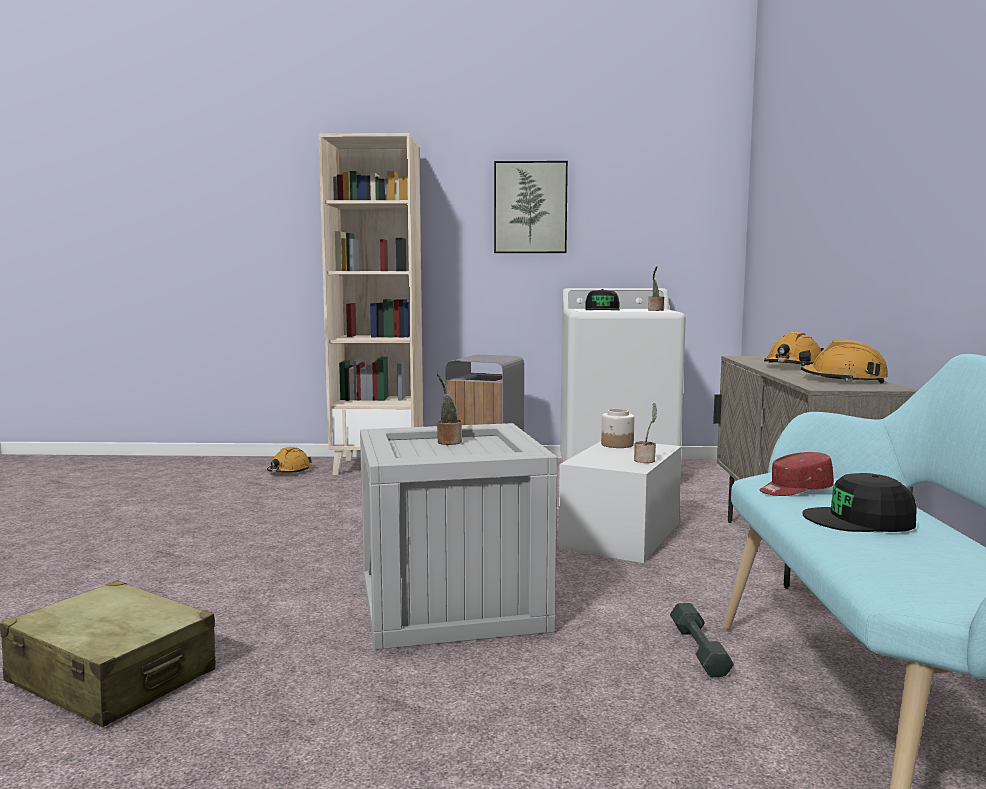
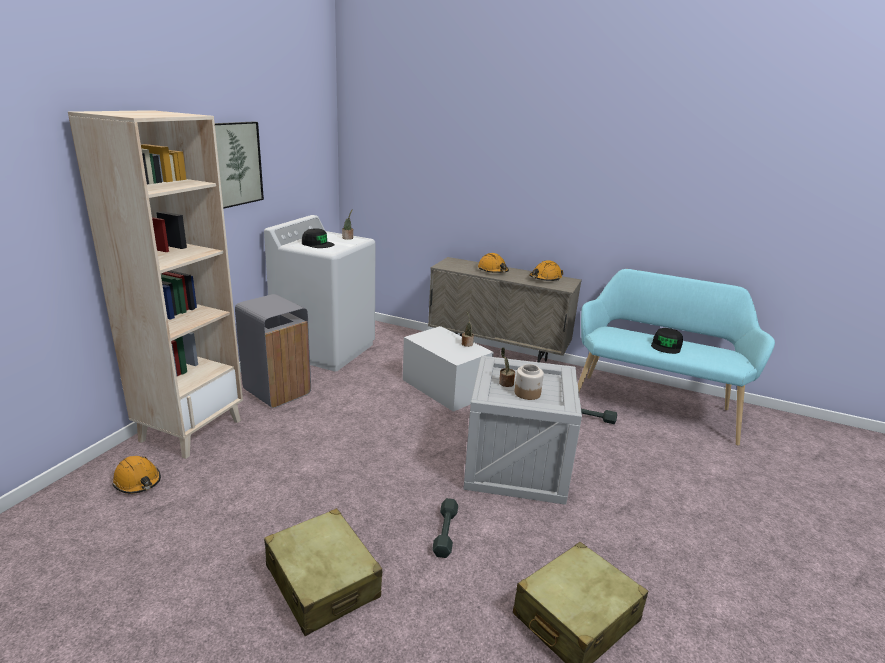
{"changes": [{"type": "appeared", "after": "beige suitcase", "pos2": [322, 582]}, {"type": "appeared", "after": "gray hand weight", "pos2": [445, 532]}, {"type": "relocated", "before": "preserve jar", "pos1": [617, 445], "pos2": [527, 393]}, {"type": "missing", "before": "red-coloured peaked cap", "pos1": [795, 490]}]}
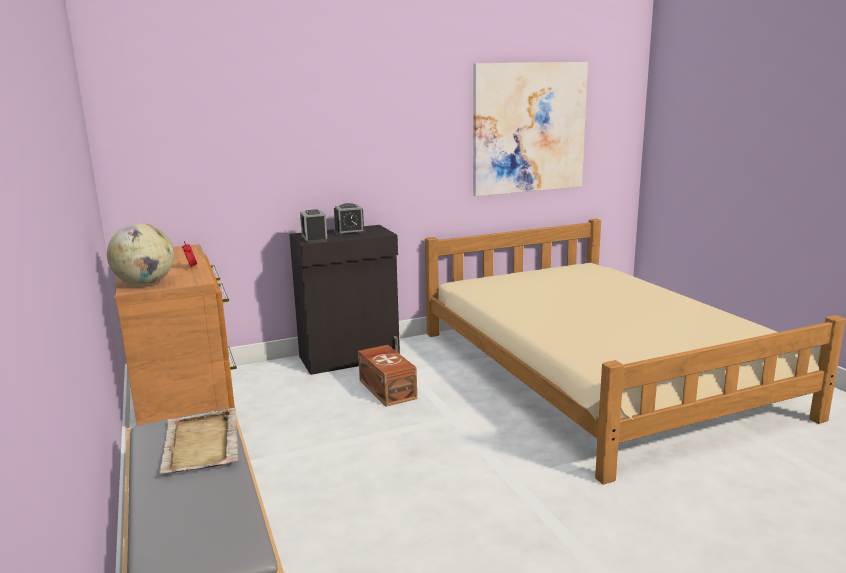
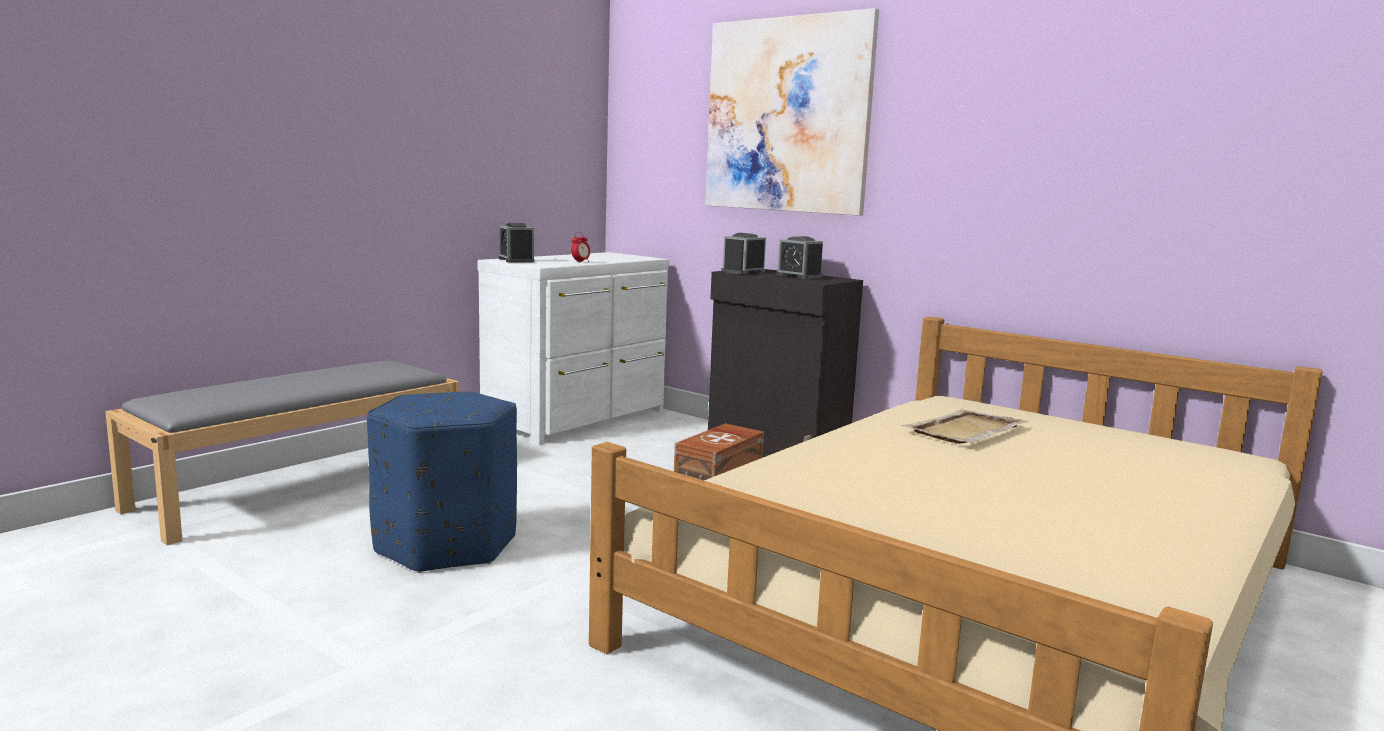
{"changes": [{"type": "appeared", "after": "blue footrest", "pos2": [447, 544]}, {"type": "colour", "before": "brown chest of drawers", "after": "white chest of drawers", "pos1": [187, 406], "pos2": [580, 418]}, {"type": "exchanged", "before": "desk globe", "after": "table clock", "pos1": [145, 284], "pos2": [516, 260]}, {"type": "relocated", "before": "wall art", "pos1": [529, 128], "pos2": [787, 115]}, {"type": "relocated", "before": "beige tray", "pos1": [201, 444], "pos2": [964, 431]}]}
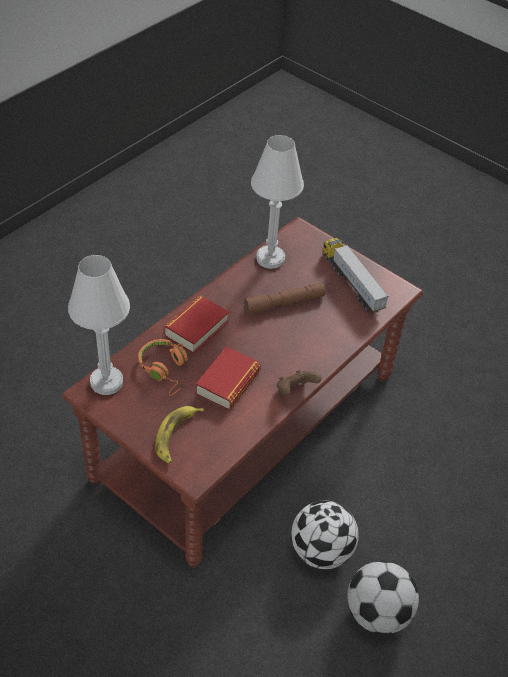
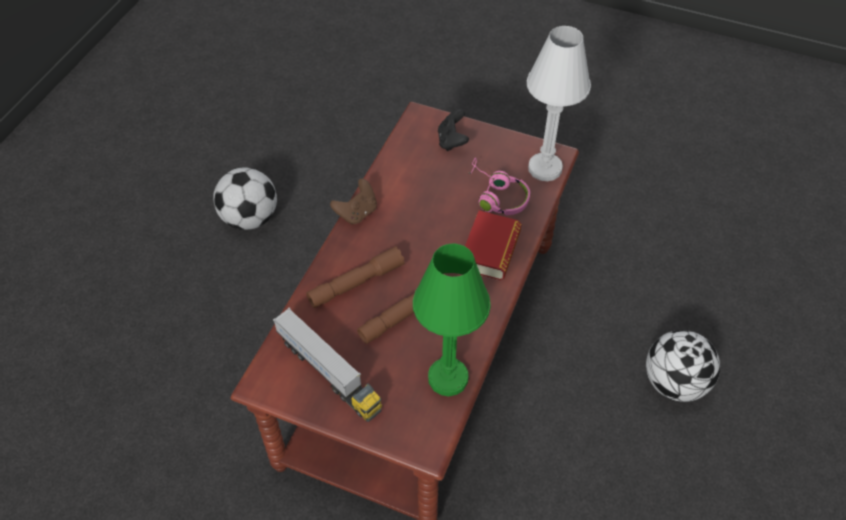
{"changes": [{"type": "appeared", "after": "brown hand torch", "pos2": [356, 283]}, {"type": "colour", "before": "white table lamp", "after": "greenish table lamp", "pos1": [270, 258], "pos2": [448, 378]}, {"type": "exchanged", "before": "whole banana", "after": "black-coloured gamepad", "pos1": [176, 436], "pos2": [452, 141]}, {"type": "colour", "before": "orange headset", "after": "pink headset", "pos1": [165, 370], "pos2": [496, 196]}, {"type": "relocated", "before": "football ball", "pos1": [321, 551], "pos2": [674, 383]}, {"type": "missing", "before": "volume", "pos1": [228, 383]}]}
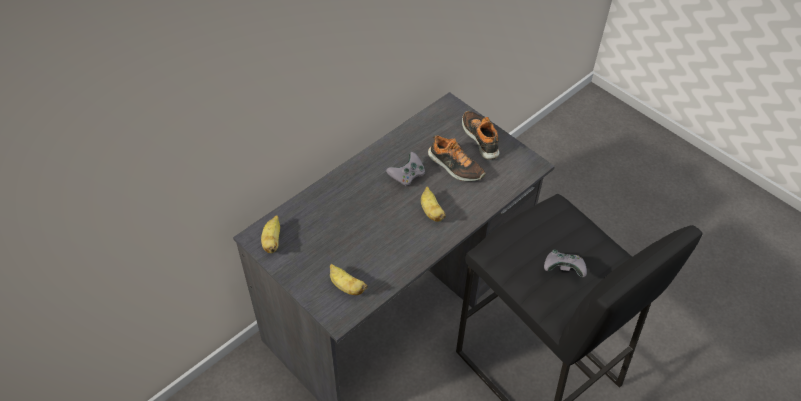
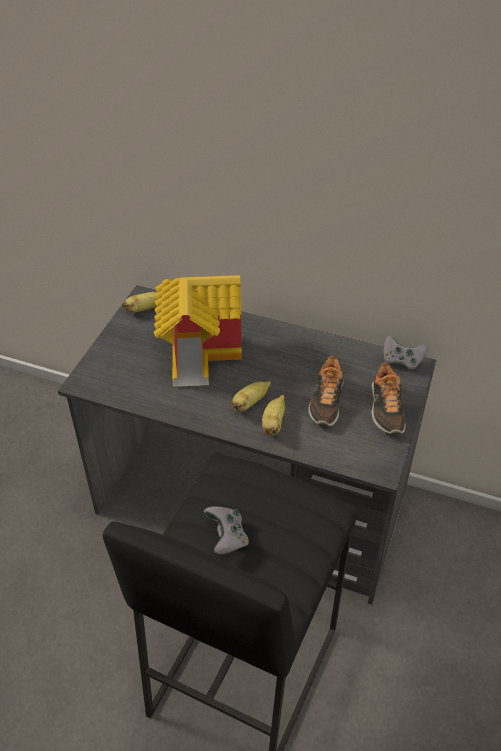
{"changes": [{"type": "appeared", "after": "model house", "pos2": [201, 353]}, {"type": "relocated", "before": "whole banana", "pos1": [346, 286], "pos2": [273, 423]}, {"type": "spun", "before": "low shoe", "pos1": [481, 138], "pos2": [386, 409], "turn": 135}, {"type": "relocated", "before": "gray gamepad", "pos1": [407, 176], "pos2": [401, 361]}]}
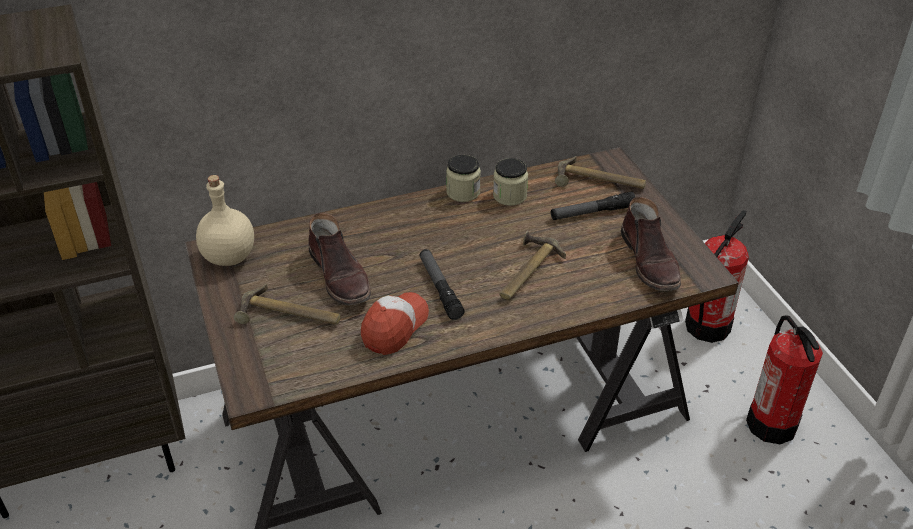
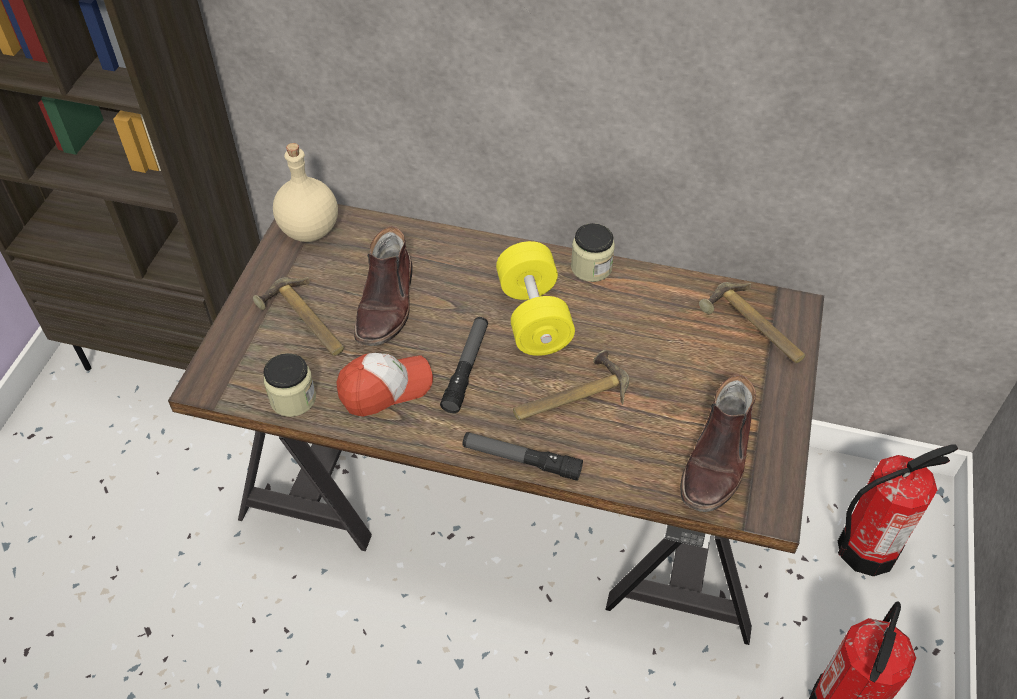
{"changes": [{"type": "relocated", "before": "preserve jar", "pos1": [510, 196], "pos2": [293, 399]}, {"type": "relocated", "before": "hand torch", "pos1": [592, 212], "pos2": [521, 460]}, {"type": "appeared", "after": "yellowish hand weight", "pos2": [534, 317]}]}
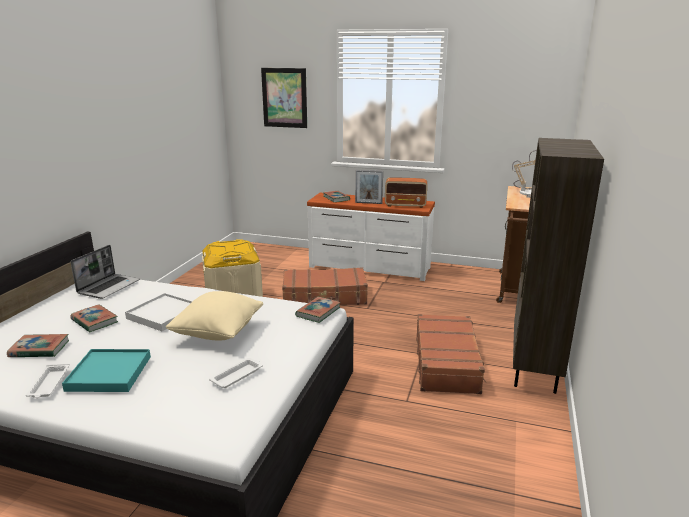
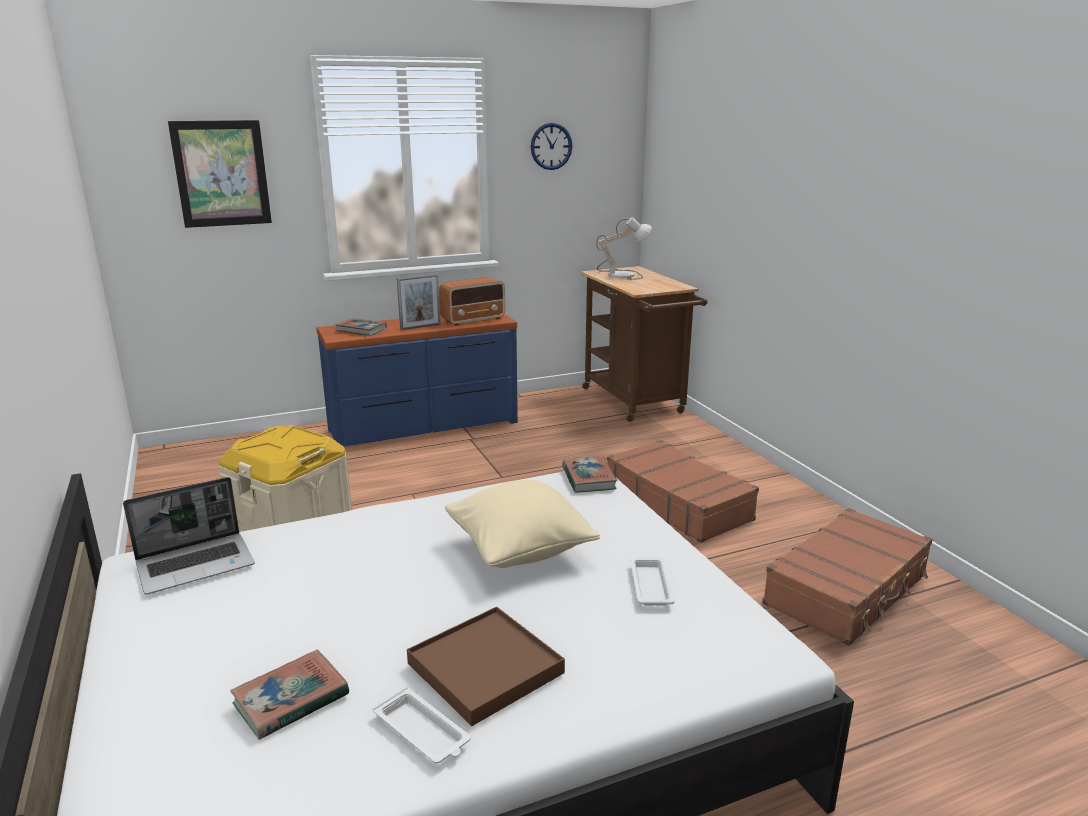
{"changes": [{"type": "spun", "before": "laptop", "pos1": [109, 287], "pos2": [197, 564], "turn": 75}, {"type": "colour", "before": "white chest of drawers", "after": "blue chest of drawers", "pos1": [369, 267], "pos2": [424, 427]}, {"type": "colour", "before": "blue-green tray", "after": "brown tray", "pos1": [109, 373], "pos2": [485, 668]}, {"type": "appeared", "after": "clock on the wall", "pos2": [551, 146]}, {"type": "relocated", "before": "brown suitcase", "pos1": [325, 297], "pos2": [847, 590]}, {"type": "missing", "before": "volume", "pos1": [94, 321]}, {"type": "missing", "before": "white tray", "pos1": [163, 314]}, {"type": "missing", "before": "brown shelving unit", "pos1": [535, 368]}]}
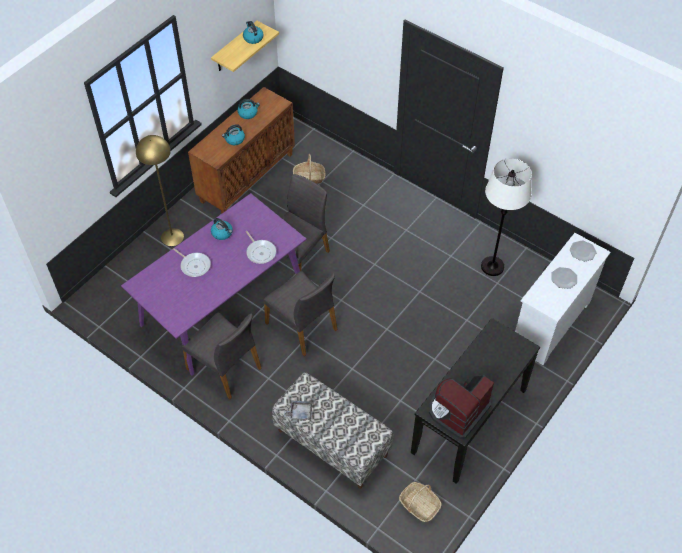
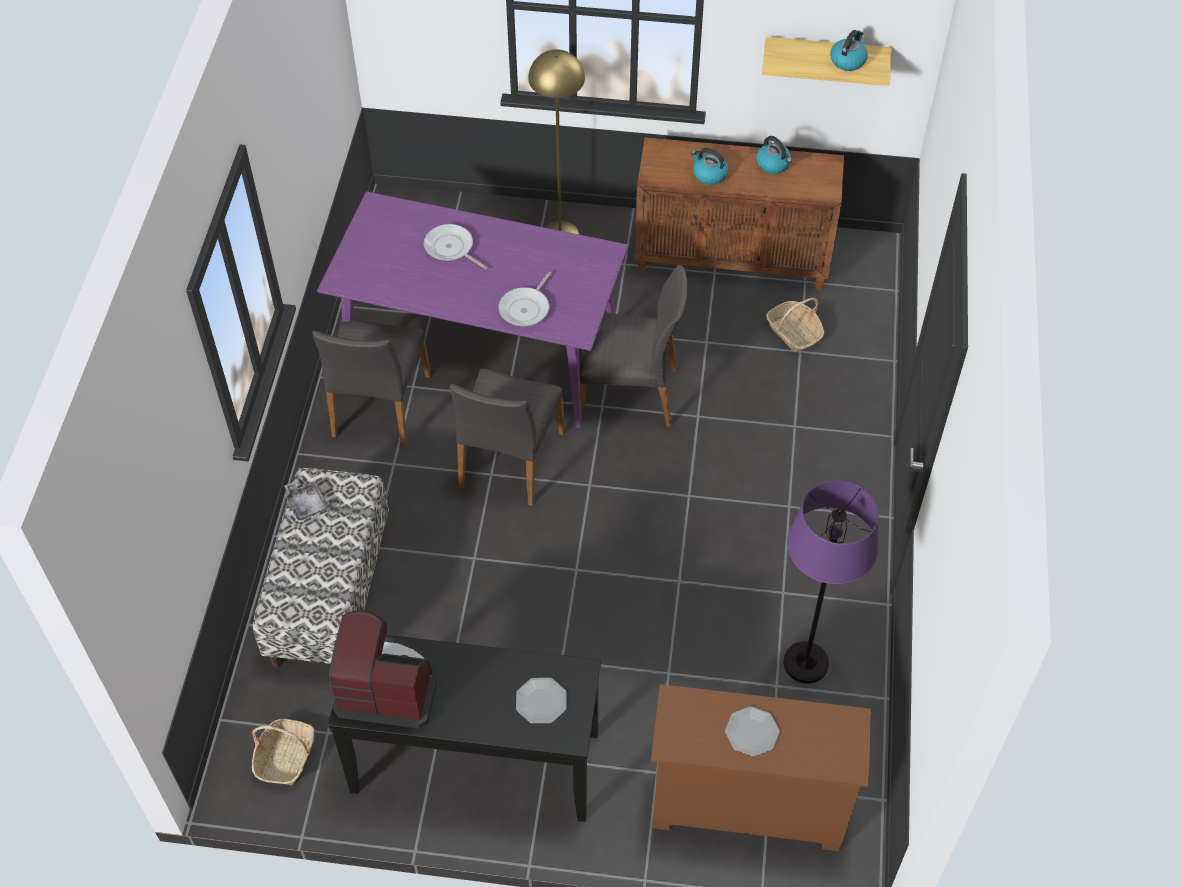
{"changes": [{"type": "spun", "before": "skillet", "pos1": [194, 265], "pos2": [451, 248], "turn": 120}, {"type": "relocated", "before": "flat dish", "pos1": [582, 251], "pos2": [541, 701]}, {"type": "colour", "before": "white chest of drawers", "after": "brown chest of drawers", "pos1": [550, 324], "pos2": [747, 805]}, {"type": "colour", "before": "white standing lamp", "after": "purplish standing lamp", "pos1": [492, 266], "pos2": [805, 663]}, {"type": "missing", "before": "kettle", "pos1": [222, 233]}]}
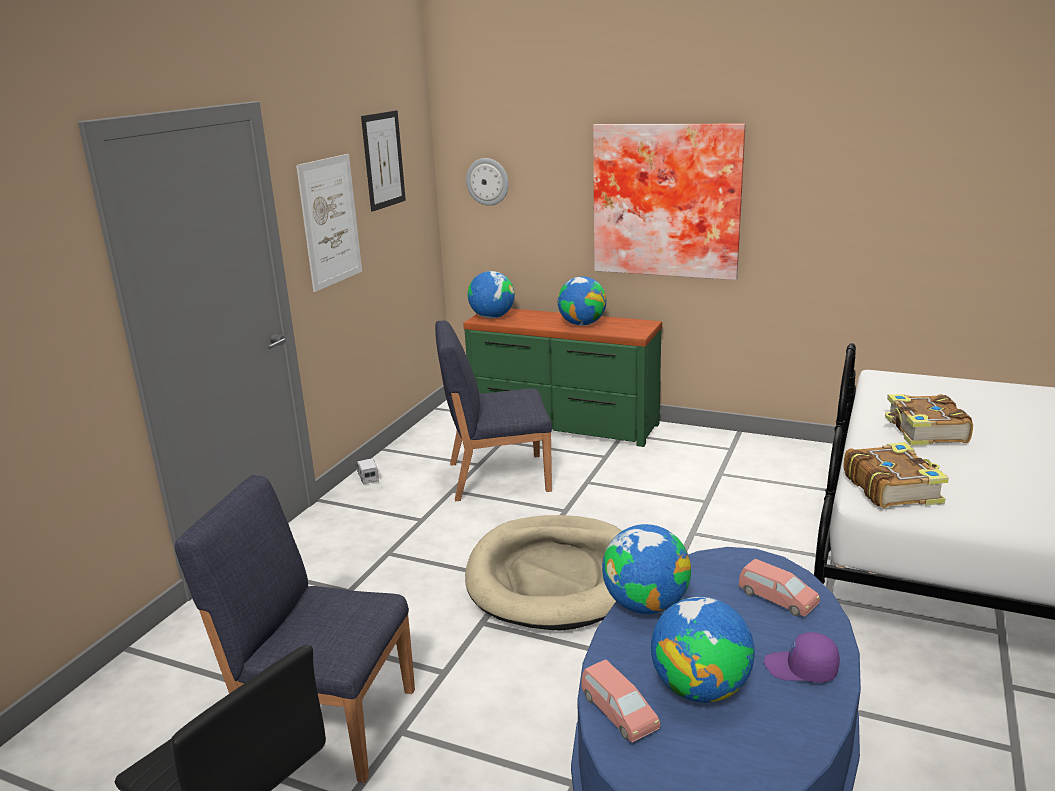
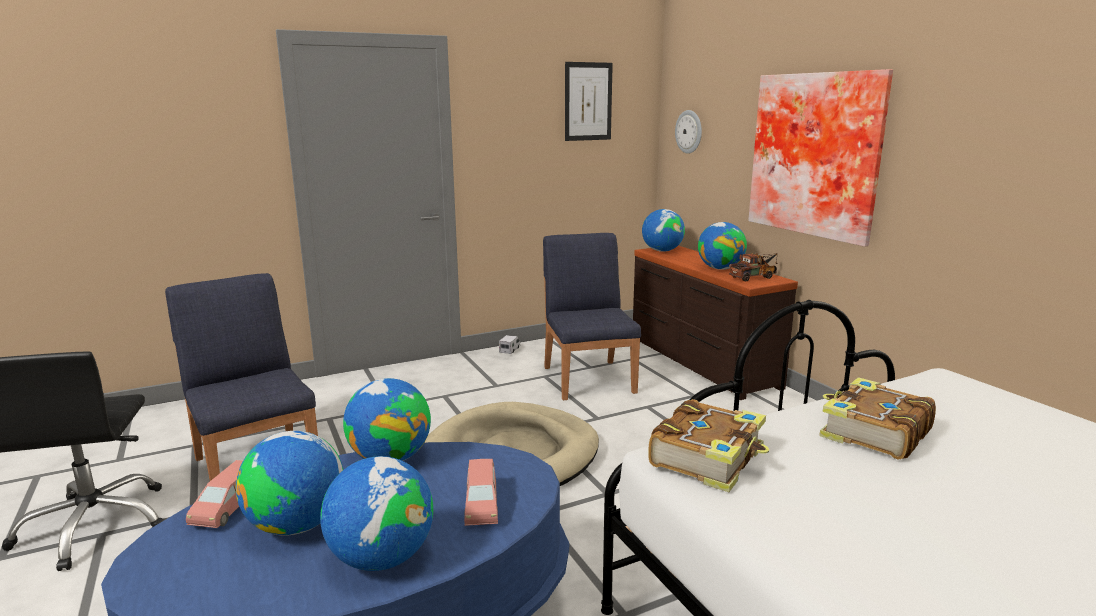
{"changes": [{"type": "exchanged", "before": "purplish peaked cap", "after": "desk globe", "pos1": [801, 669], "pos2": [381, 558]}, {"type": "spun", "before": "blue upright chair", "pos1": [497, 476], "pos2": [589, 379], "turn": 45}, {"type": "colour", "before": "greenish chest of drawers", "after": "brown chest of drawers", "pos1": [563, 424], "pos2": [699, 362]}, {"type": "appeared", "after": "toy lorry", "pos2": [755, 277]}, {"type": "missing", "before": "wall art", "pos1": [330, 221]}]}
